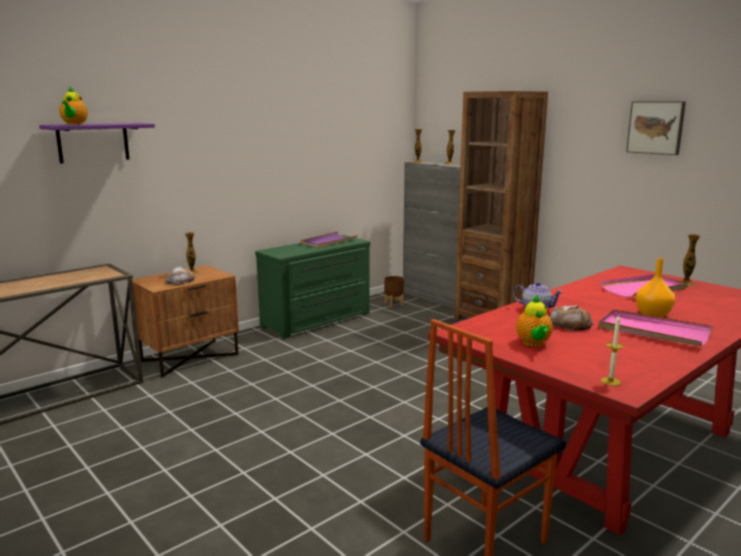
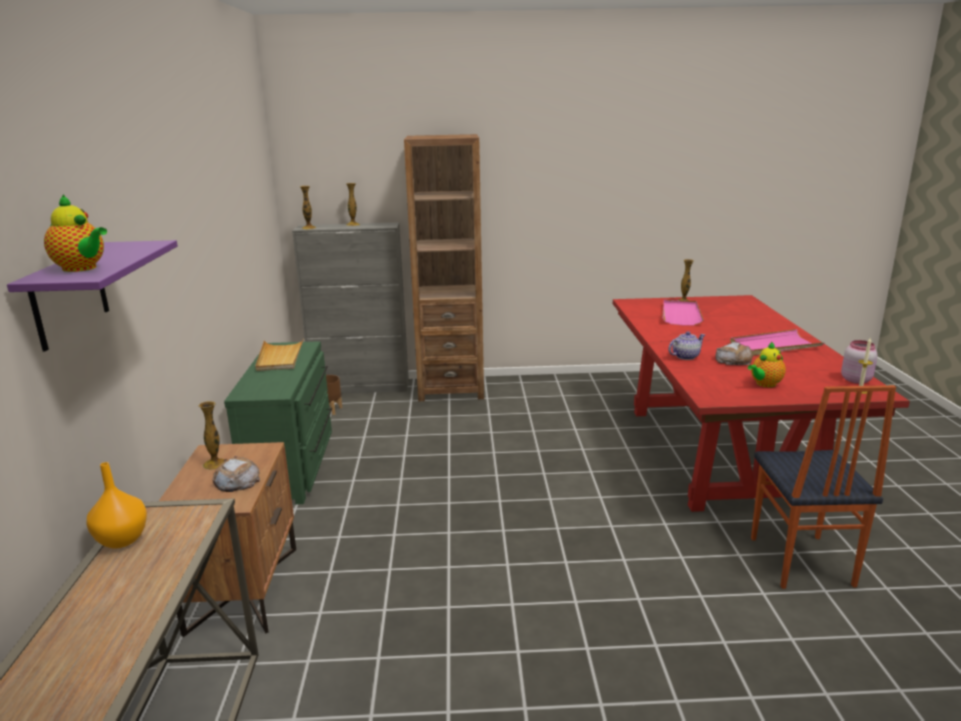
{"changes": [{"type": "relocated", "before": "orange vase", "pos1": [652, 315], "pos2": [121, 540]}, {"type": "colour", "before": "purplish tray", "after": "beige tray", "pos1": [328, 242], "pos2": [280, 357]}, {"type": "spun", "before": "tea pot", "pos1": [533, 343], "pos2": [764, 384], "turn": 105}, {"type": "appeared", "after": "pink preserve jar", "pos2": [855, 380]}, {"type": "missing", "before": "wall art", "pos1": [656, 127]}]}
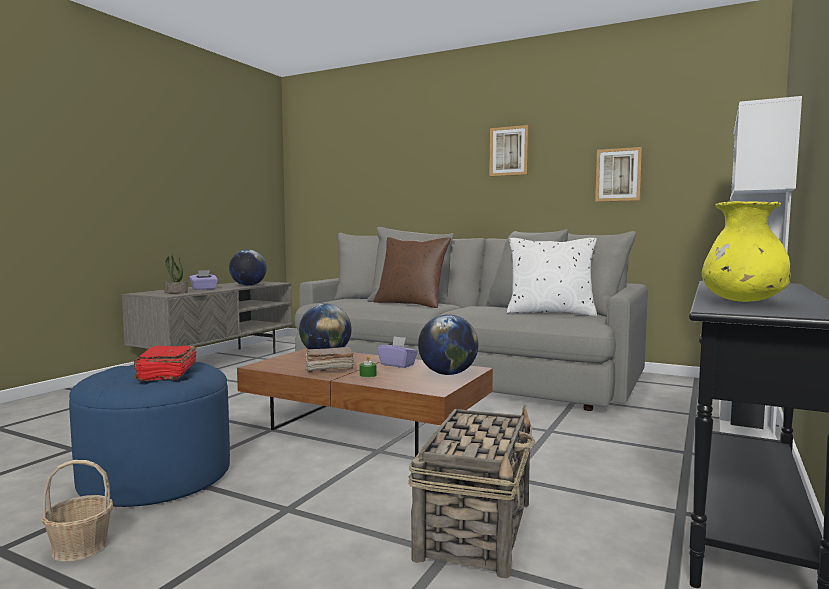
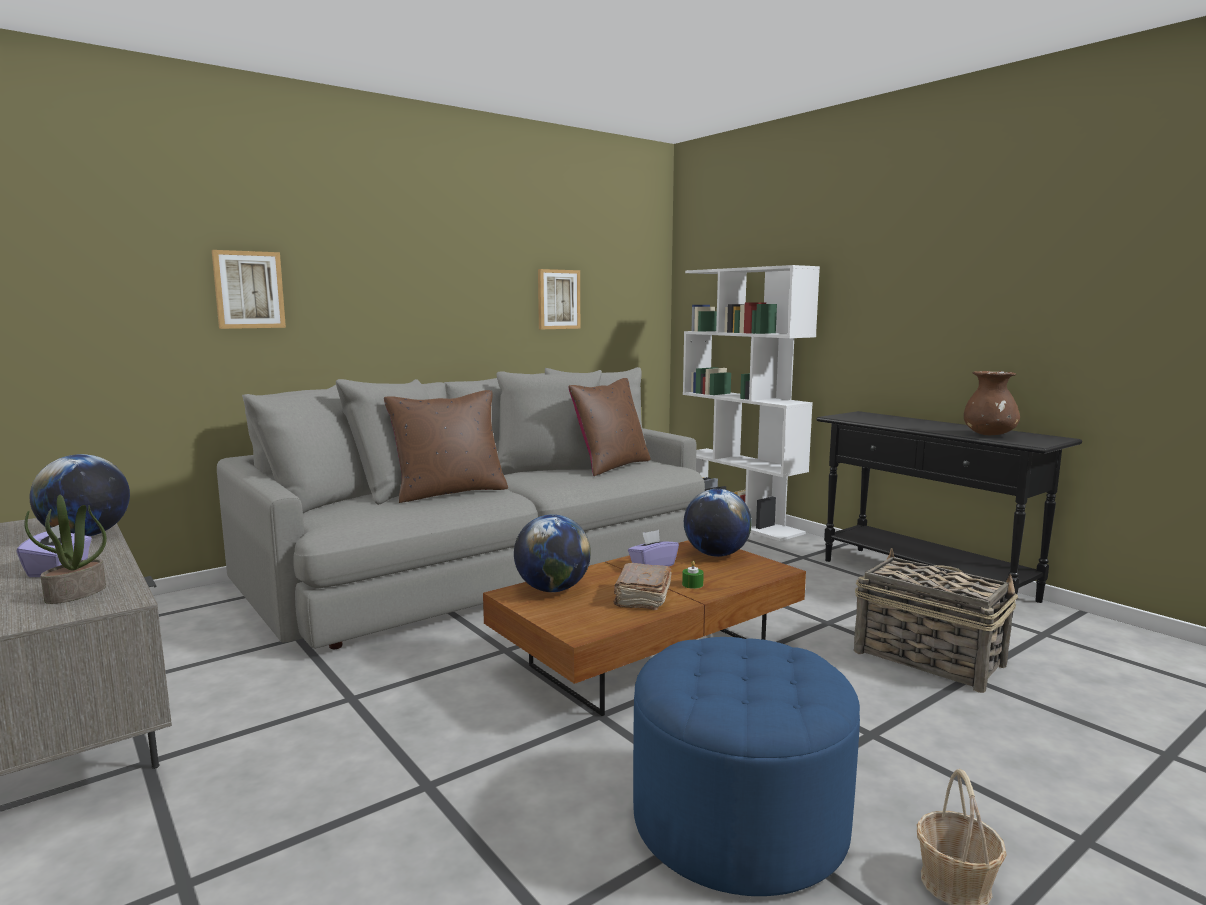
{"changes": [{"type": "relocated", "before": "wall art", "pos1": [509, 151], "pos2": [249, 290]}, {"type": "colour", "before": "white cushion", "after": "brown cushion", "pos1": [550, 313], "pos2": [611, 466]}, {"type": "colour", "before": "yellowish vase", "after": "brown vase", "pos1": [742, 301], "pos2": [989, 435]}, {"type": "missing", "before": "red-coloured volume", "pos1": [166, 374]}]}
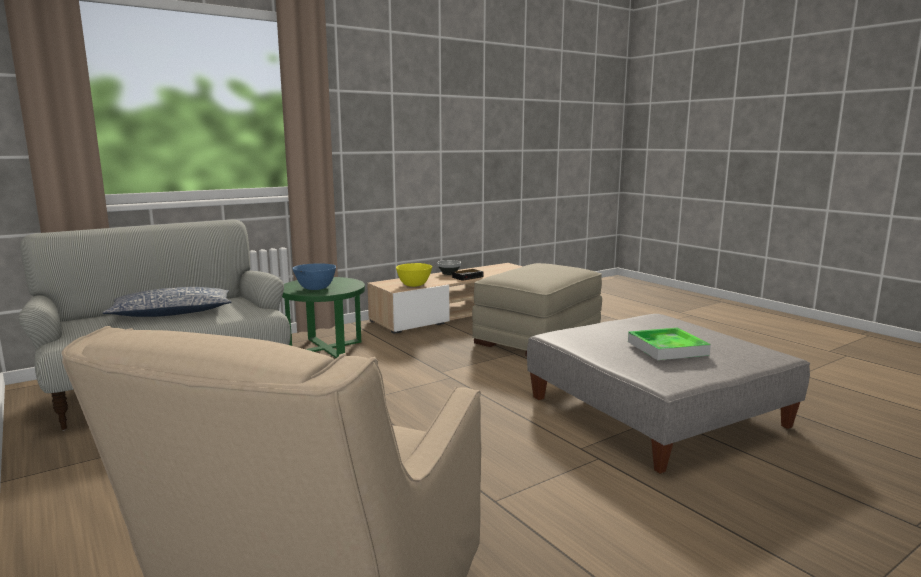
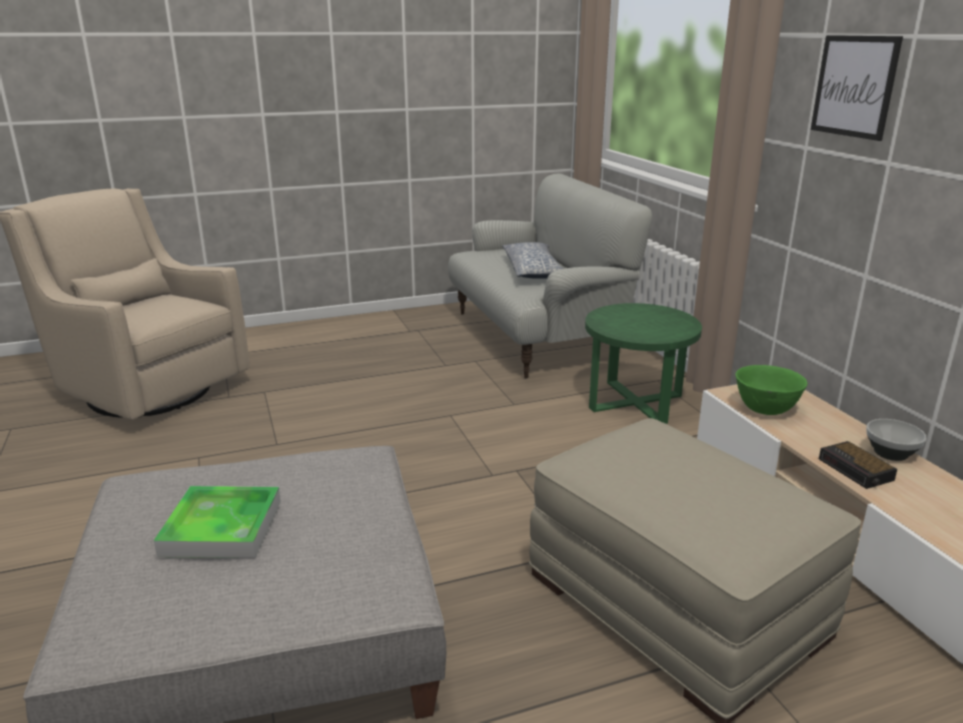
{"changes": [{"type": "colour", "before": "yellowish serving bowl", "after": "greenish serving bowl", "pos1": [414, 285], "pos2": [765, 410]}, {"type": "appeared", "after": "wall art", "pos2": [854, 86]}, {"type": "missing", "before": "blue serving bowl", "pos1": [315, 288]}]}
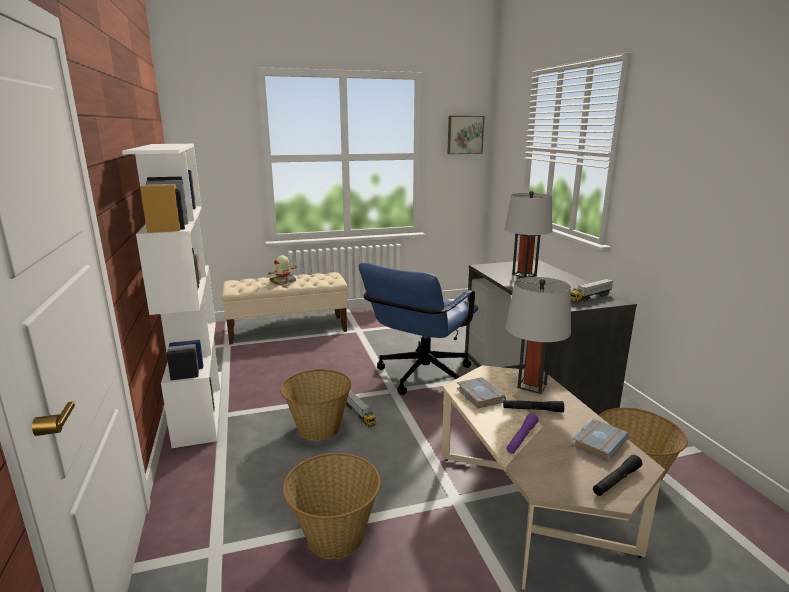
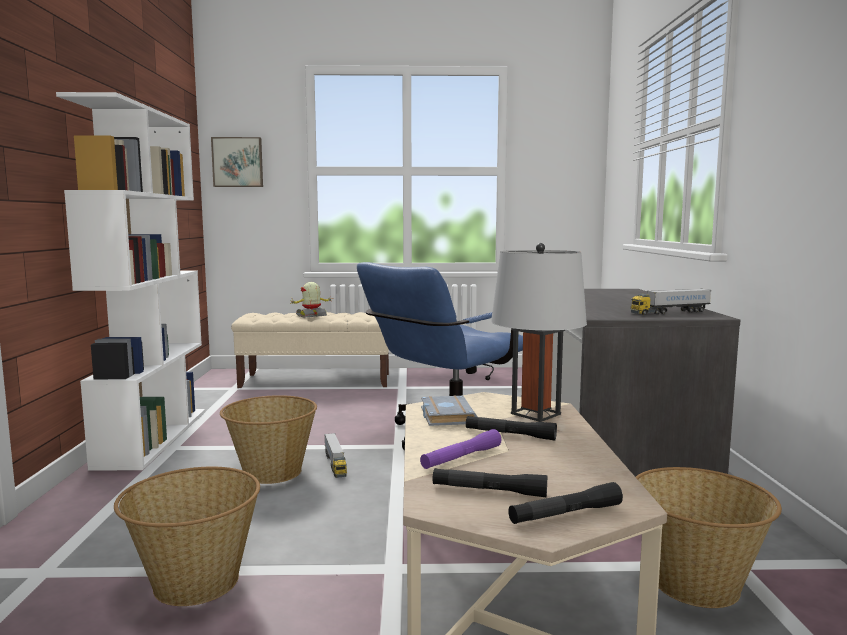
{"changes": [{"type": "relocated", "before": "wall art", "pos1": [464, 135], "pos2": [238, 162]}, {"type": "appeared", "after": "black-coloured hand torch", "pos2": [489, 491]}, {"type": "missing", "before": "gray table lamp", "pos1": [524, 275]}, {"type": "missing", "before": "gray volume", "pos1": [598, 442]}]}
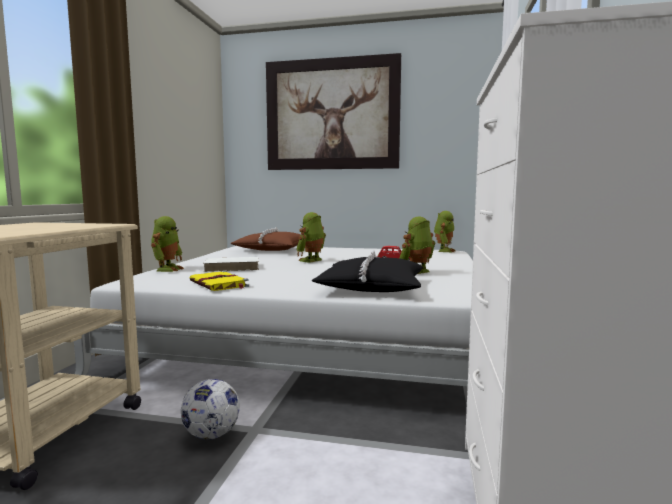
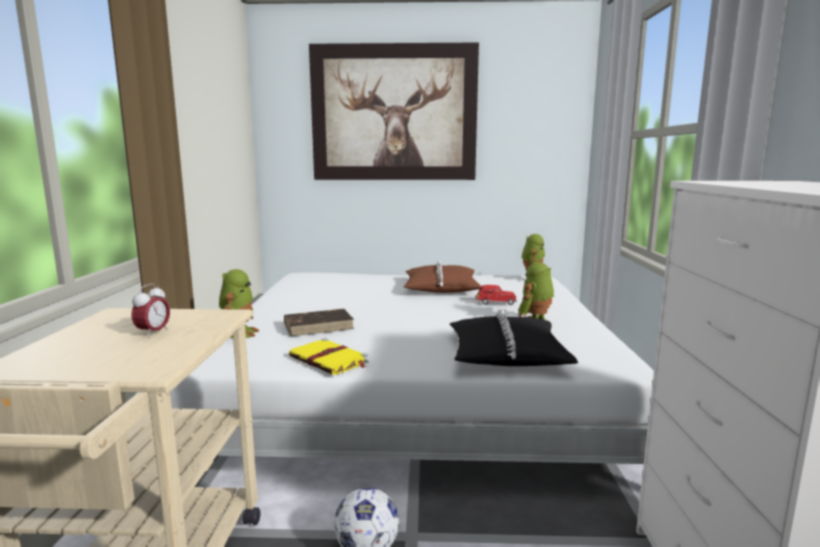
{"changes": [{"type": "appeared", "after": "table clock", "pos2": [153, 333]}, {"type": "colour", "before": "white volume", "after": "brown volume", "pos1": [232, 267], "pos2": [319, 325]}, {"type": "relocated", "before": "brown cushion", "pos1": [271, 249], "pos2": [441, 288]}, {"type": "missing", "before": "model robot", "pos1": [312, 260]}]}
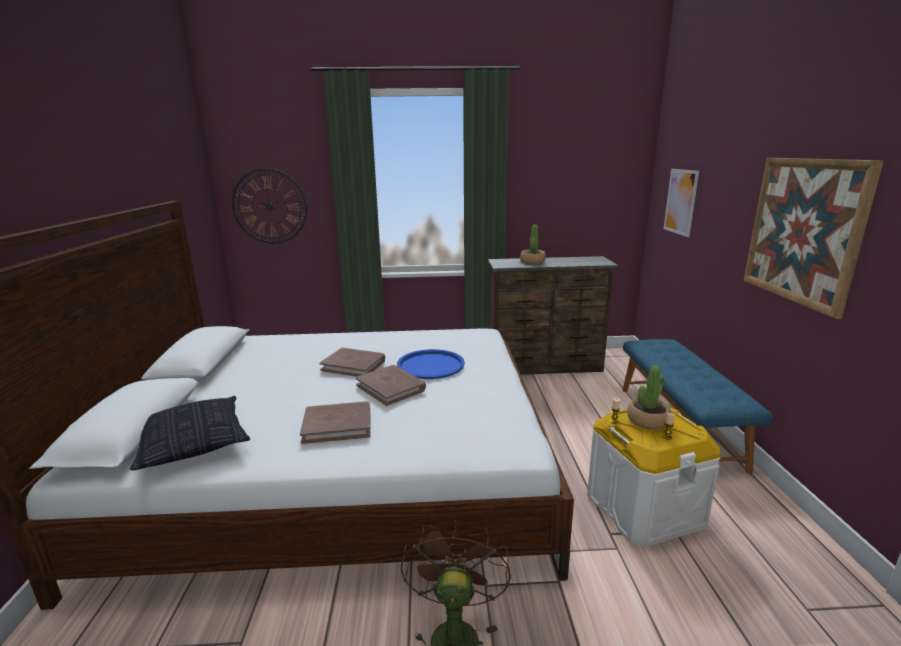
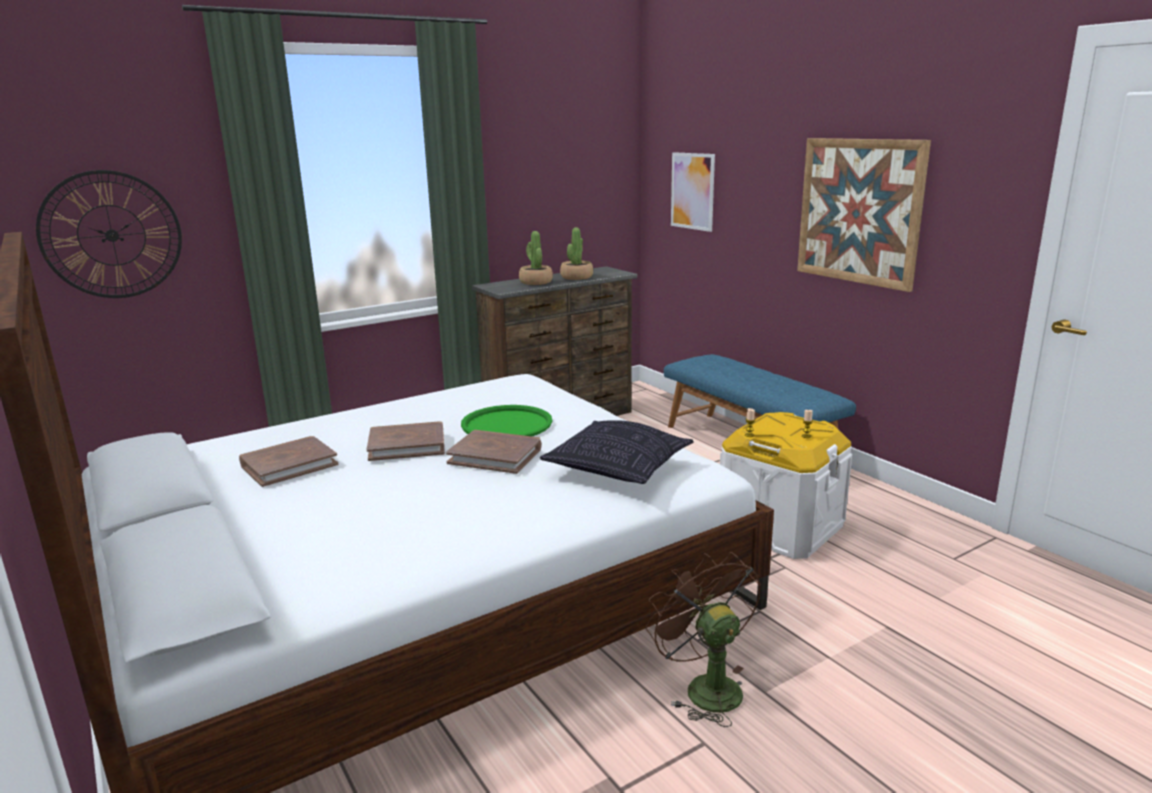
{"changes": [{"type": "relocated", "before": "brown volume", "pos1": [337, 425], "pos2": [289, 465]}, {"type": "colour", "before": "blue tray", "after": "greenish tray", "pos1": [430, 365], "pos2": [506, 424]}, {"type": "relocated", "before": "cushion", "pos1": [194, 444], "pos2": [617, 469]}, {"type": "relocated", "before": "potted plant", "pos1": [647, 420], "pos2": [576, 277]}]}
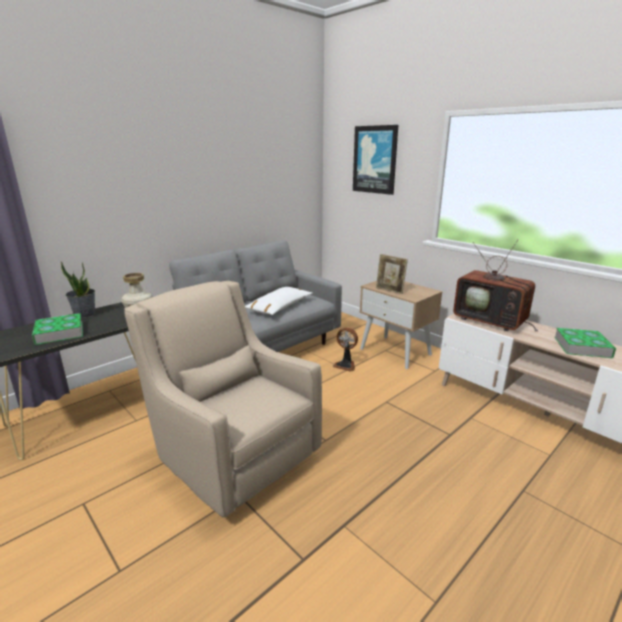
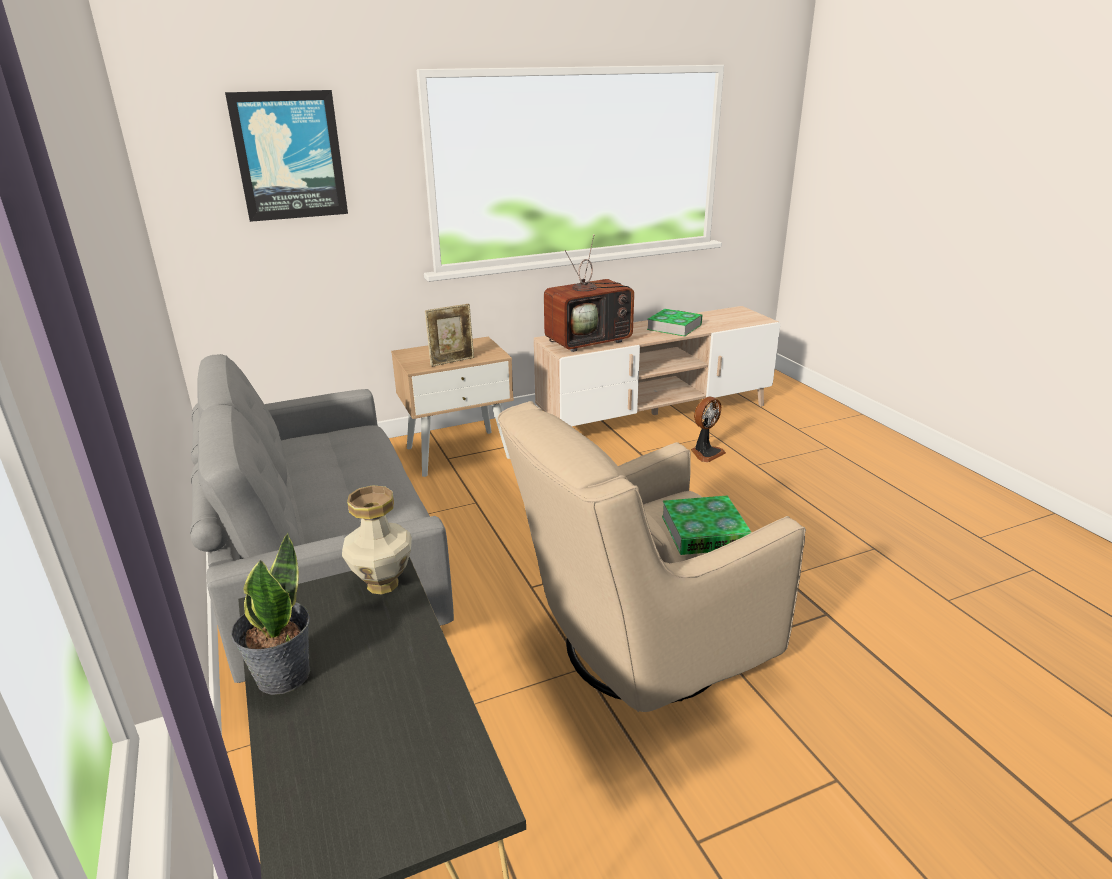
{"changes": [{"type": "relocated", "before": "volume", "pos1": [59, 333], "pos2": [704, 532]}, {"type": "relocated", "before": "cooling fan", "pos1": [345, 365], "pos2": [705, 453]}, {"type": "missing", "before": "white cushion", "pos1": [279, 307]}]}
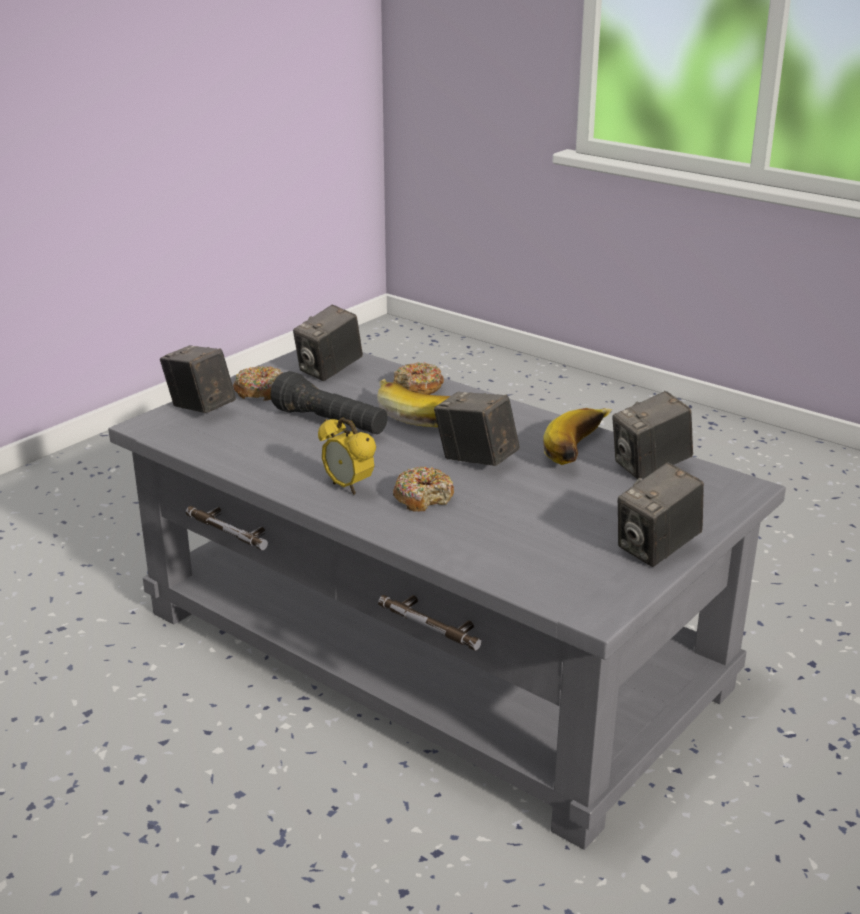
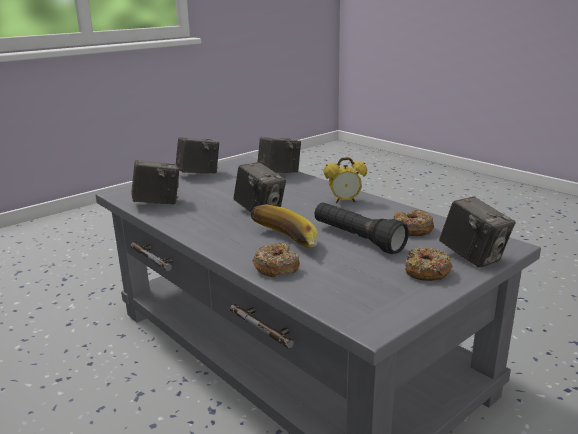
{"changes": [{"type": "relocated", "before": "still camera", "pos1": [329, 371], "pos2": [279, 174]}, {"type": "spun", "before": "table clock", "pos1": [348, 487], "pos2": [344, 201], "turn": 120}, {"type": "relocated", "before": "doughnut", "pos1": [423, 498], "pos2": [412, 229]}, {"type": "missing", "before": "whole banana", "pos1": [583, 452]}]}
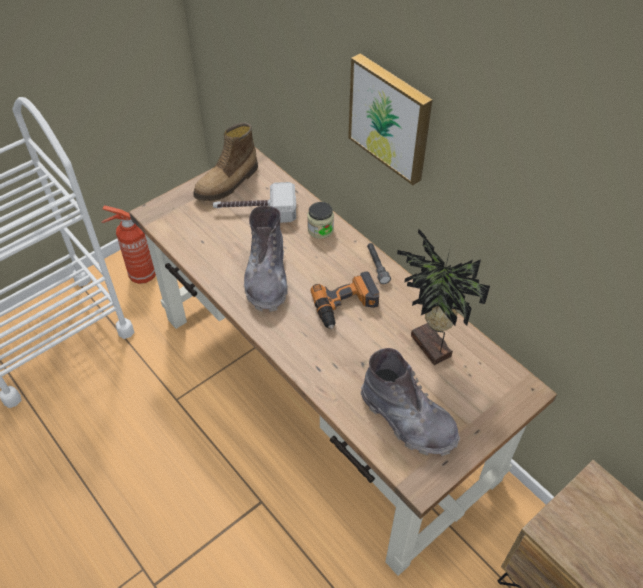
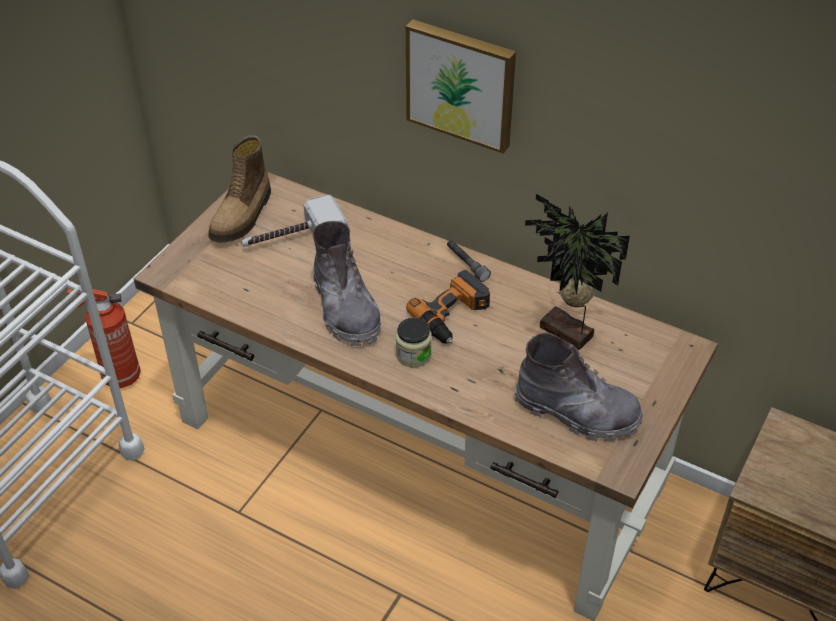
{"changes": [{"type": "relocated", "before": "preserve jar", "pos1": [320, 229], "pos2": [413, 355]}]}
